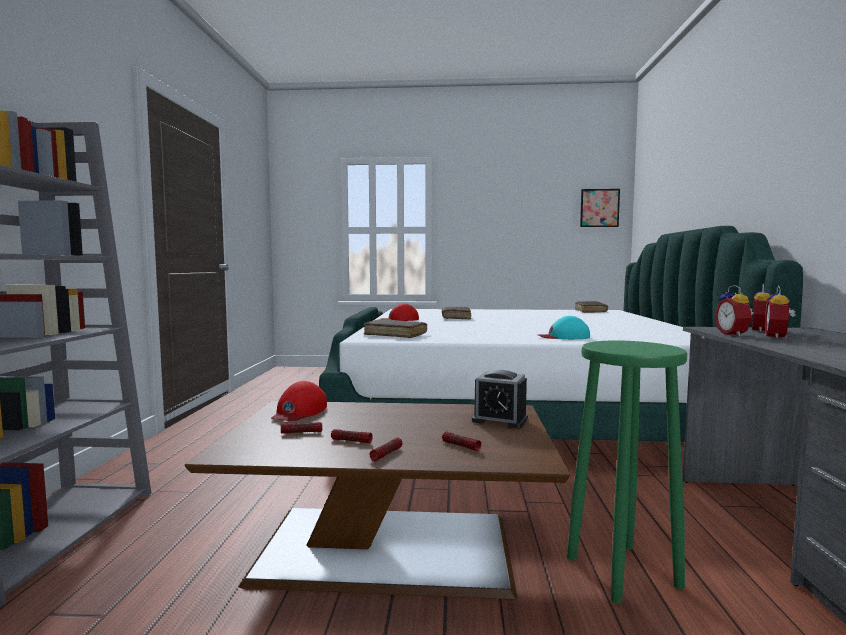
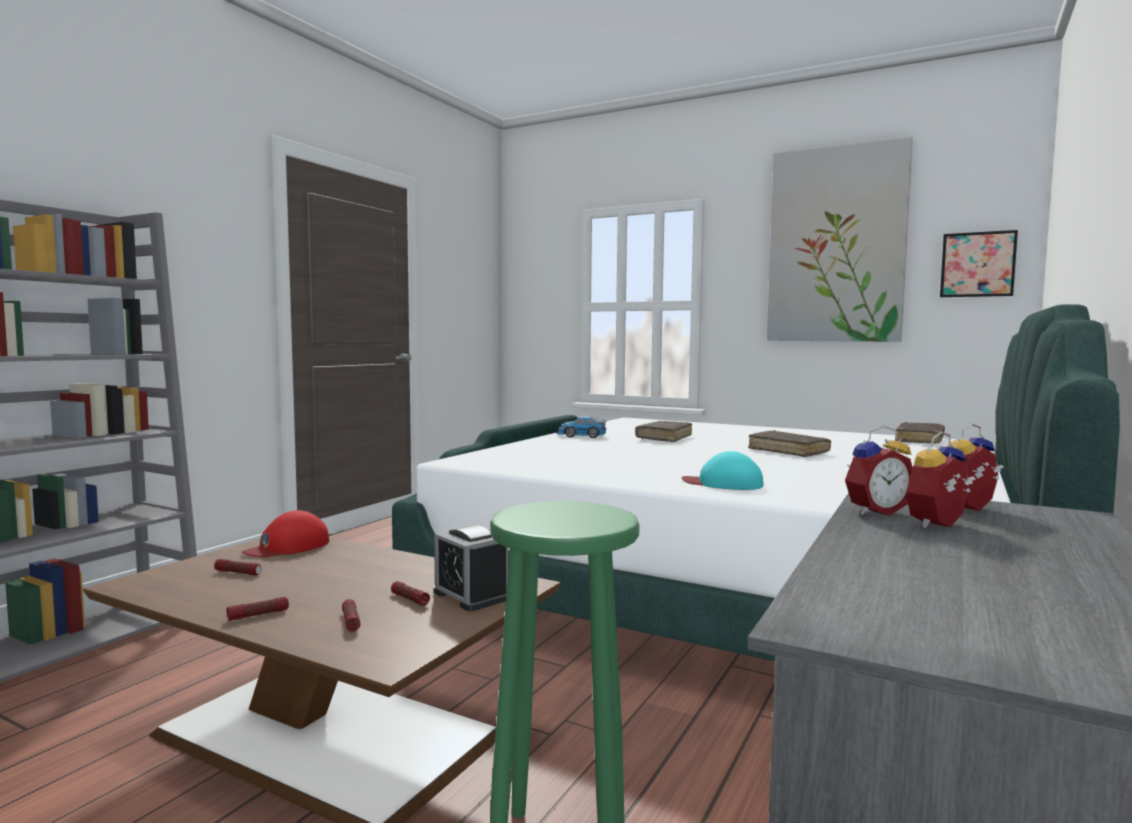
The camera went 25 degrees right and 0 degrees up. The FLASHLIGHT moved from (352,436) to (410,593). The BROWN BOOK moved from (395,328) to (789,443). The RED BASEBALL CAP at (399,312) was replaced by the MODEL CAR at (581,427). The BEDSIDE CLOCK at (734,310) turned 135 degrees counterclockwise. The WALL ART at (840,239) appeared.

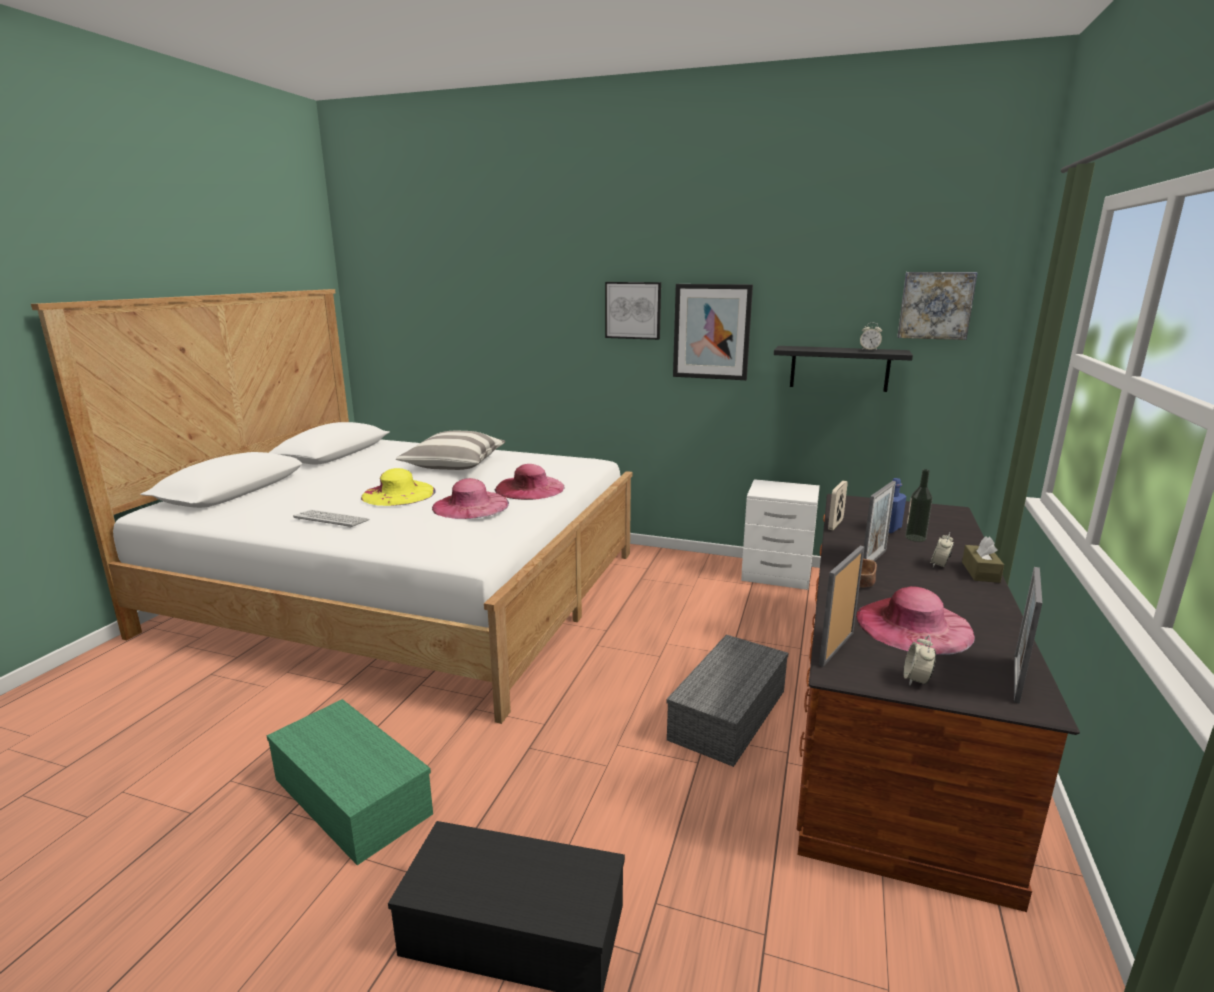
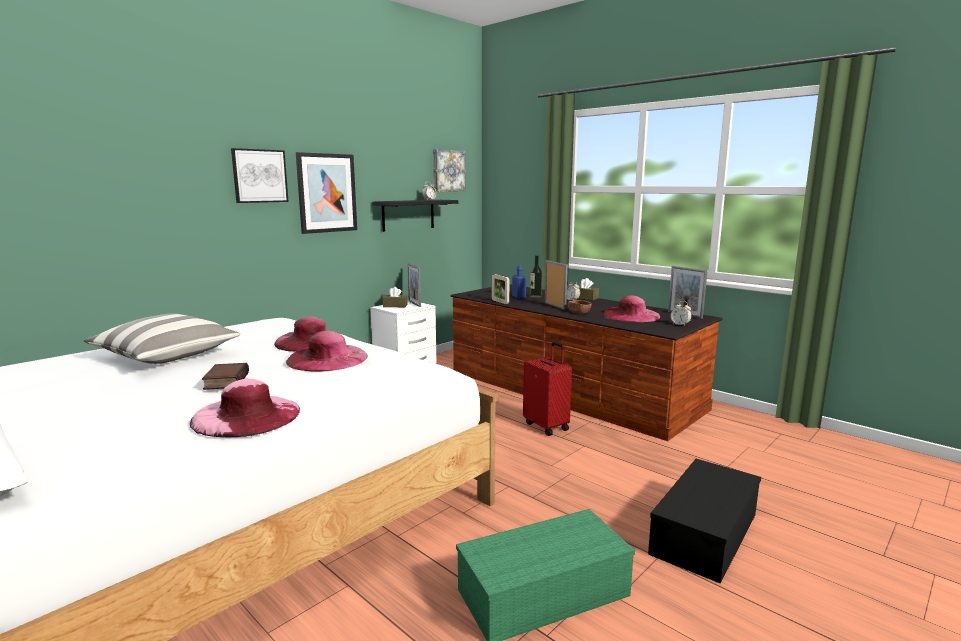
The camera went 65 degrees left and 5 degrees down. The COMPUTER KEYBOARD at (331,519) was replaced by the PINK CLOTHING HAT at (245,408). The YELLOWISH CLOTHING HAT at (398,487) was replaced by the BOOK at (225,376). The GRAY STORAGE BIN at (727,701) was replaced by the RED SUITCASE at (547,389). The PHOTO FRAME moved from (842,606) to (414,285). The BROWN TISSUE BOX at (395,297) appeared.

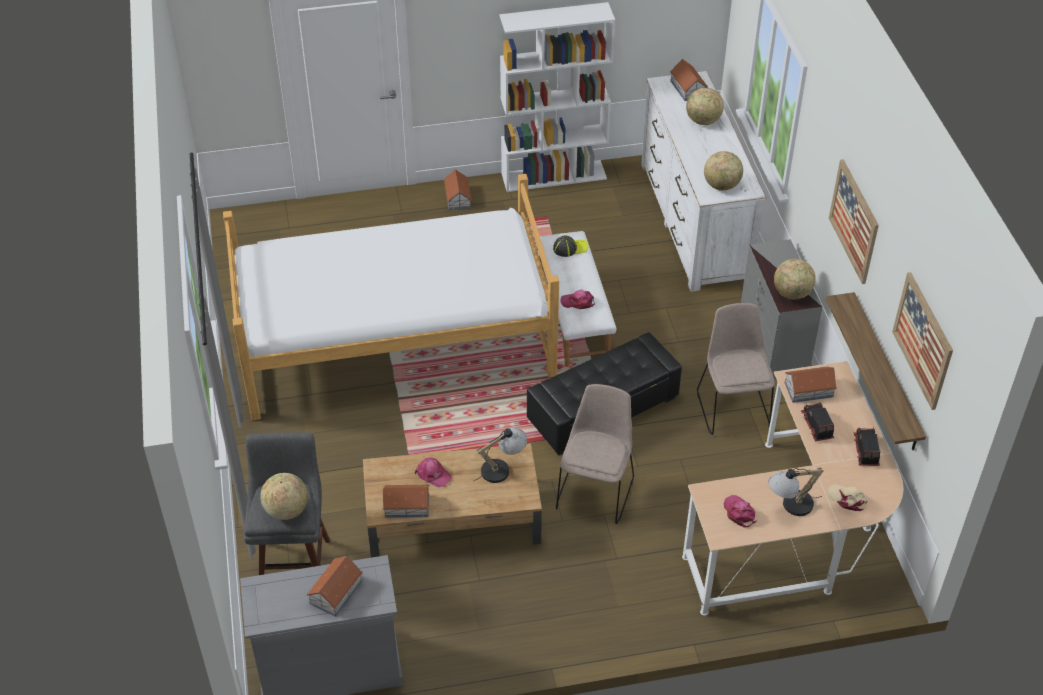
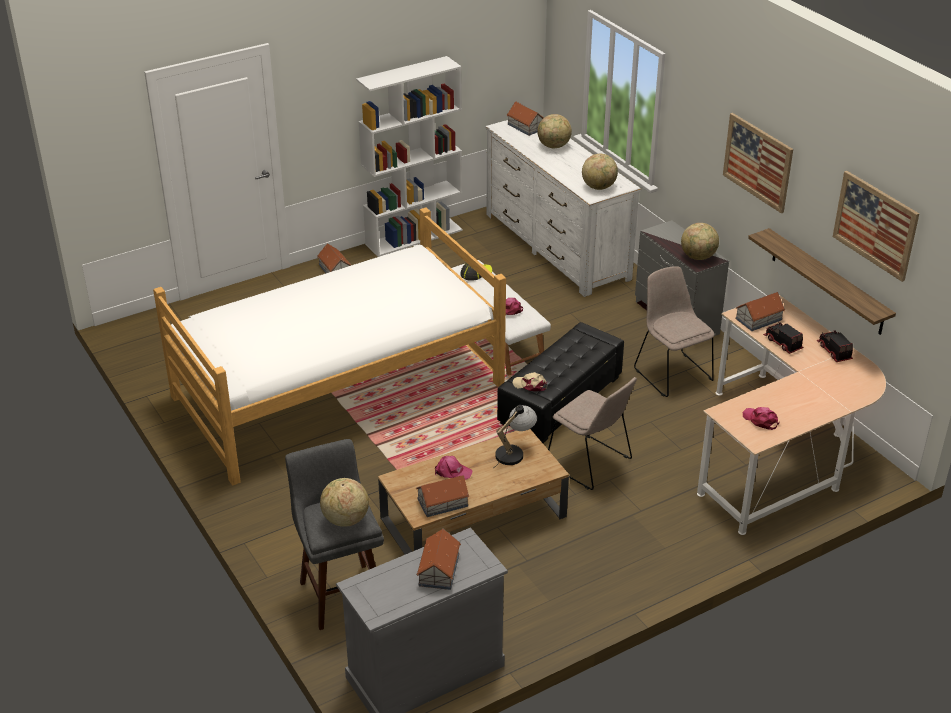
The camera went 20 degrees left and 10 degrees down. The BEIGE-COLOURED UPRIGHT CHAIR at (595,454) turned 135 degrees clockwise. The TABLETOP LAMP at (795,491) disappeared. The BEIGE-COLOURED BASEBALL CAP moved from (848,497) to (529,381).

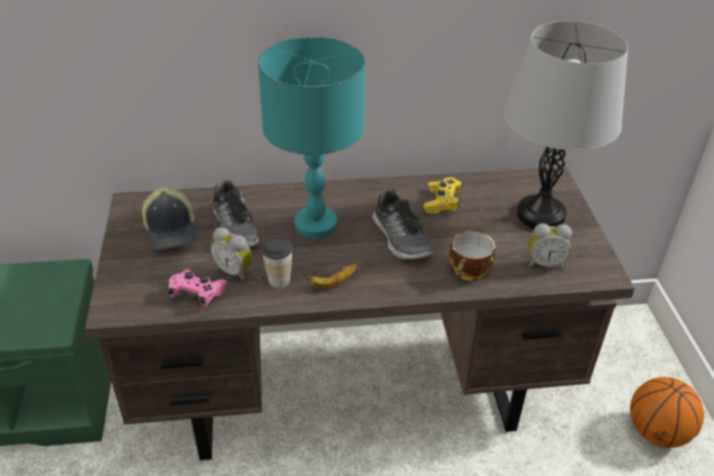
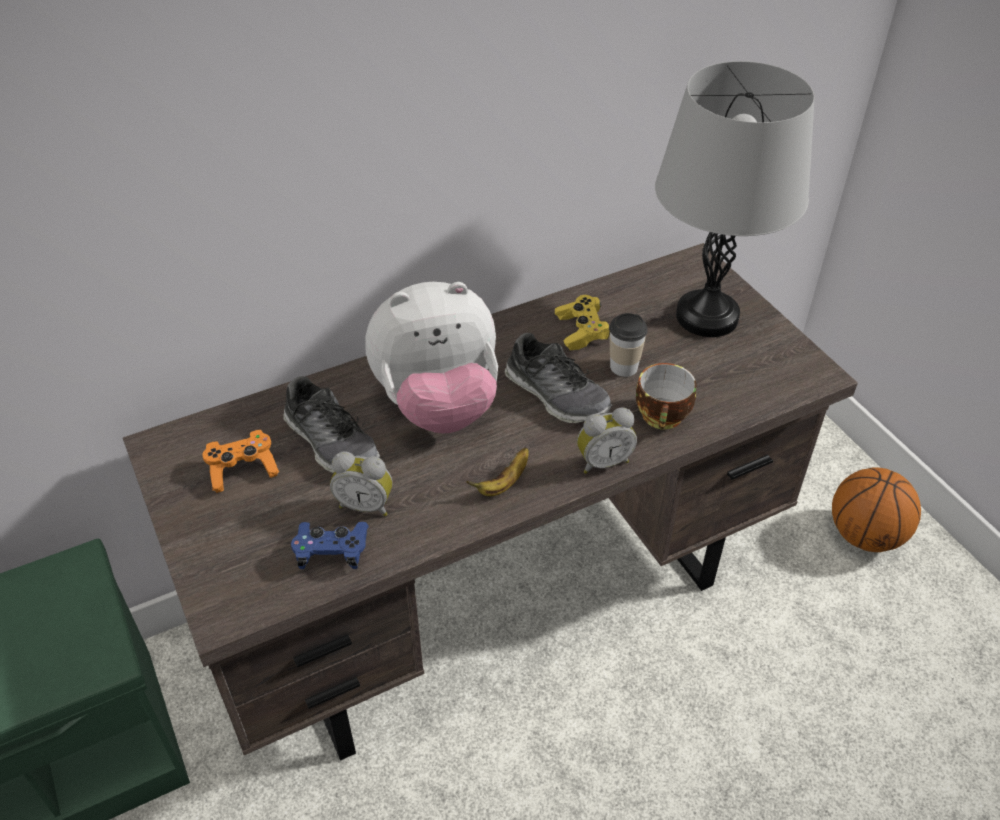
The camera went 20 degrees left and 5 degrees up. The BASEBALL CAP at (169,219) was replaced by the ORANGE-COLOURED GAMEPAD at (240,461). The PINK GAMEPAD at (198,288) became the BLUISH GAMEPAD at (330,545). The TURQUOISE TABLETOP LAMP at (311,137) was replaced by the CUDDLY TOY at (431,357). The SMALL CUP moved from (277,262) to (628,345). The BEDSIDE CLOCK moved from (550,246) to (607,440).

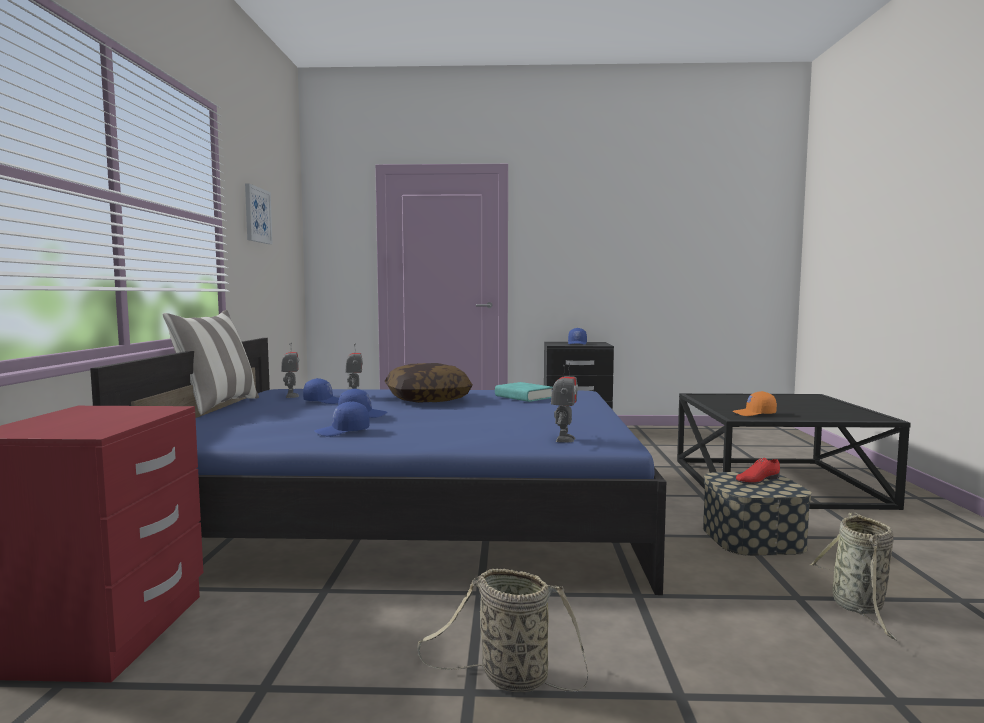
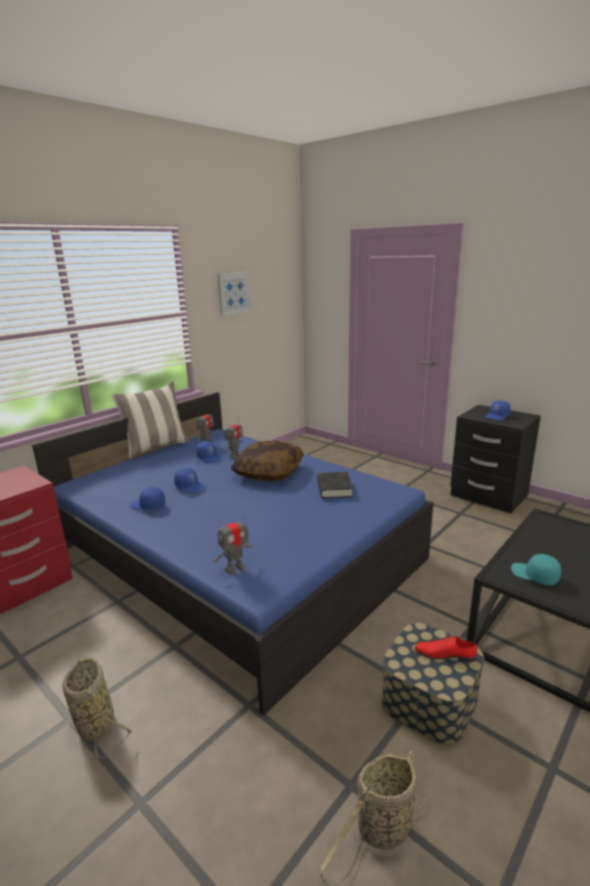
The camera went 40 degrees right and 15 degrees up. The TURQUOISE BOOK at (524,392) became the BLACK BOOK at (335,485). The ORANGE-COLOURED BASEBALL CAP at (755,403) became the TURQUOISE BASEBALL CAP at (536,569).

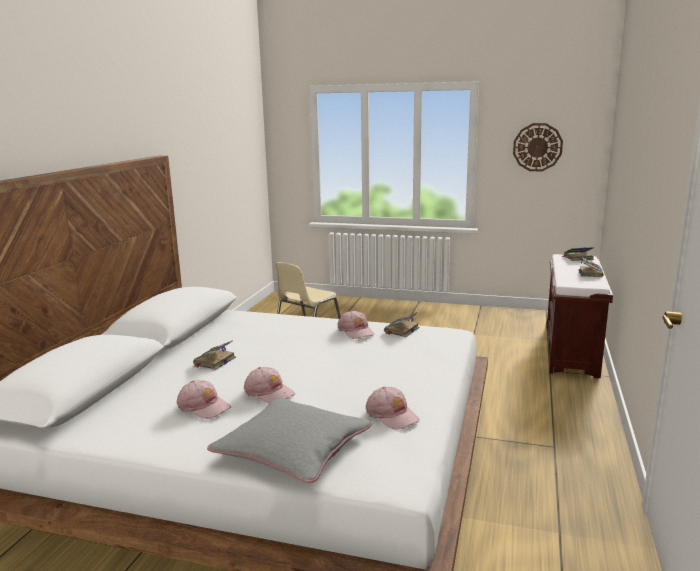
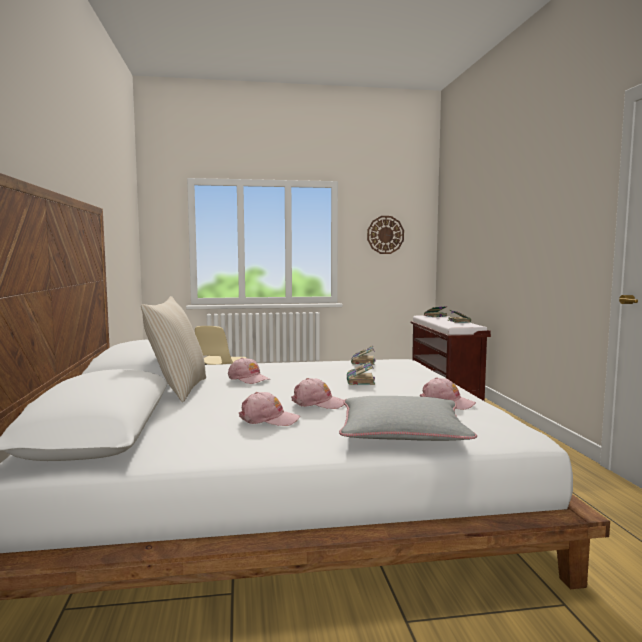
The camera went 25 degrees left and 10 degrees down. The BOOK moved from (214,355) to (361,373). The PINK BASEBALL CAP moved from (356,324) to (249,370). The BEIGE-COLOURED PILLOW at (173,349) appeared.

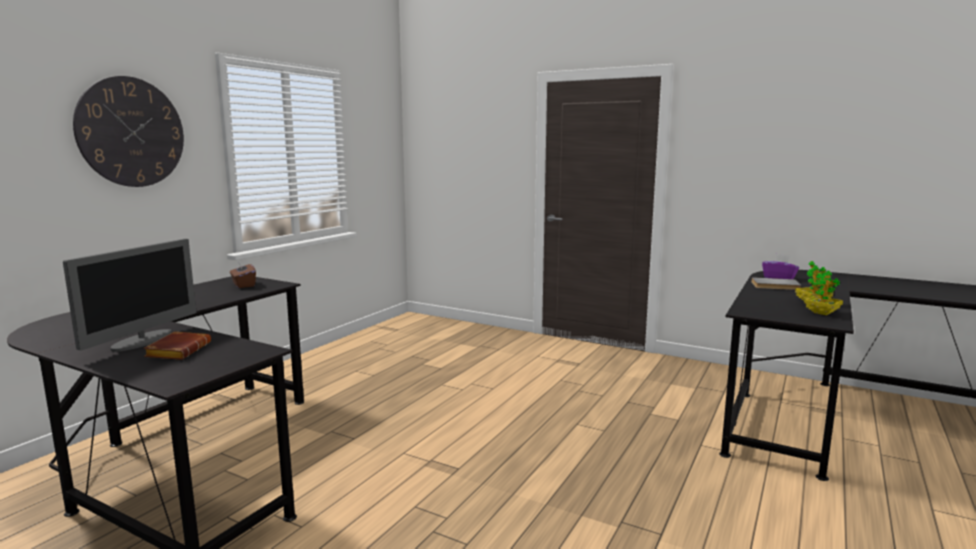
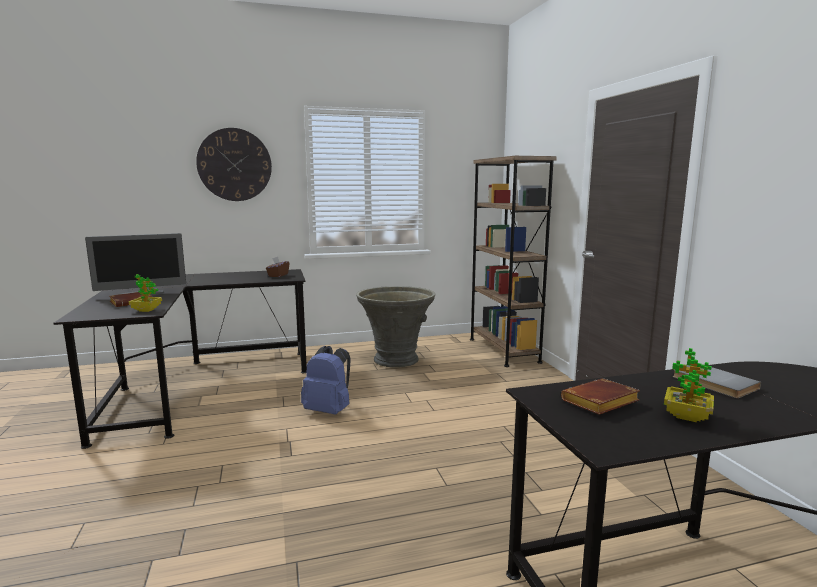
The camera went 45 degrees right and 0 degrees up. The PURPLE-COLOURED TISSUE BOX at (780,266) disappeared. The PLANT IN A POT moved from (823,293) to (145,293). The BLUISH KNAPSACK at (326,380) appeared. The GRAY PLANTER at (395,327) appeared. The BROWN BOOKCASE at (513,261) appeared. The BROWN BOOK at (600,396) appeared.

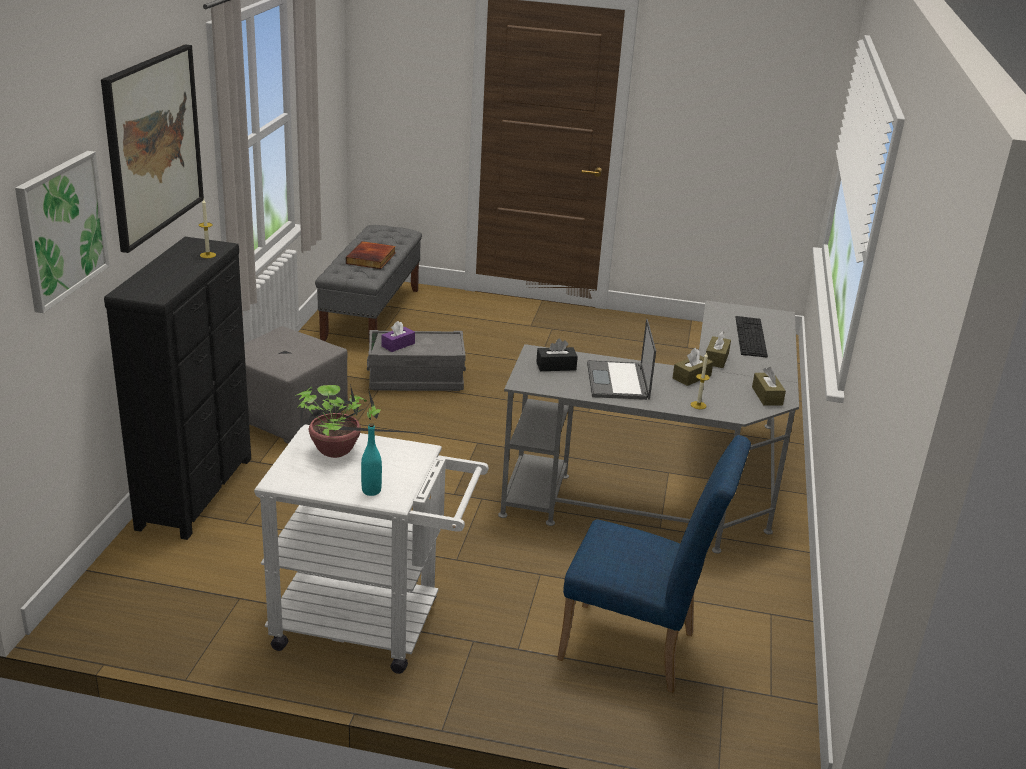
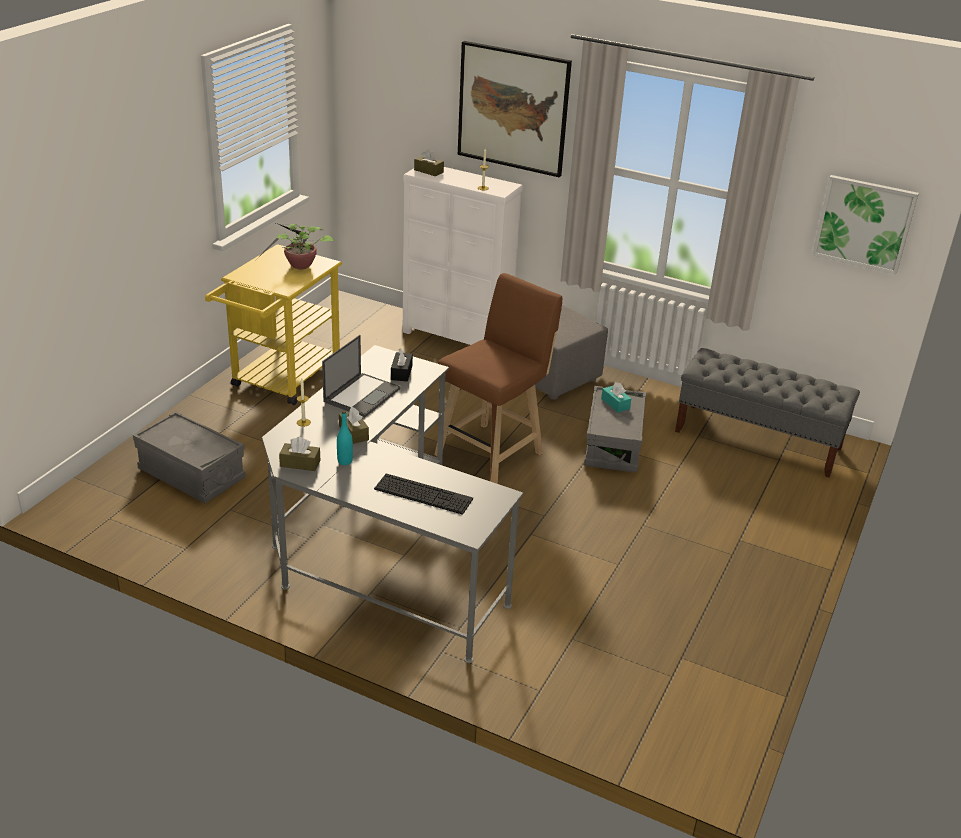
The camera went 105 degrees right and 5 degrees up. The WALL ART moved from (62,232) to (865,224). The BLACK CHEST OF DRAWERS at (177,388) became the WHITISH CHEST OF DRAWERS at (463,256). The WHITISH TROLLEY at (371,549) became the YELLOWISH TROLLEY at (273,324). The BOOK at (371,255) disappeared. The TURQUOISE DRINK BOTTLE moved from (371,459) to (345,438). The PURPLE-COLOURED TISSUE BOX at (398,336) became the TURQUOISE TISSUE BOX at (616,397). The BLUISH UPRIGHT CHAIR at (654,564) was replaced by the GRAY STORAGE BIN at (189,457). The NOTEBOOK COMPUTER at (621,359) turned 105 degrees clockwise. The BROWN TISSUE BOX moved from (718,349) to (429,162). The BROWN SITTING STOOL at (498,378) appeared.

